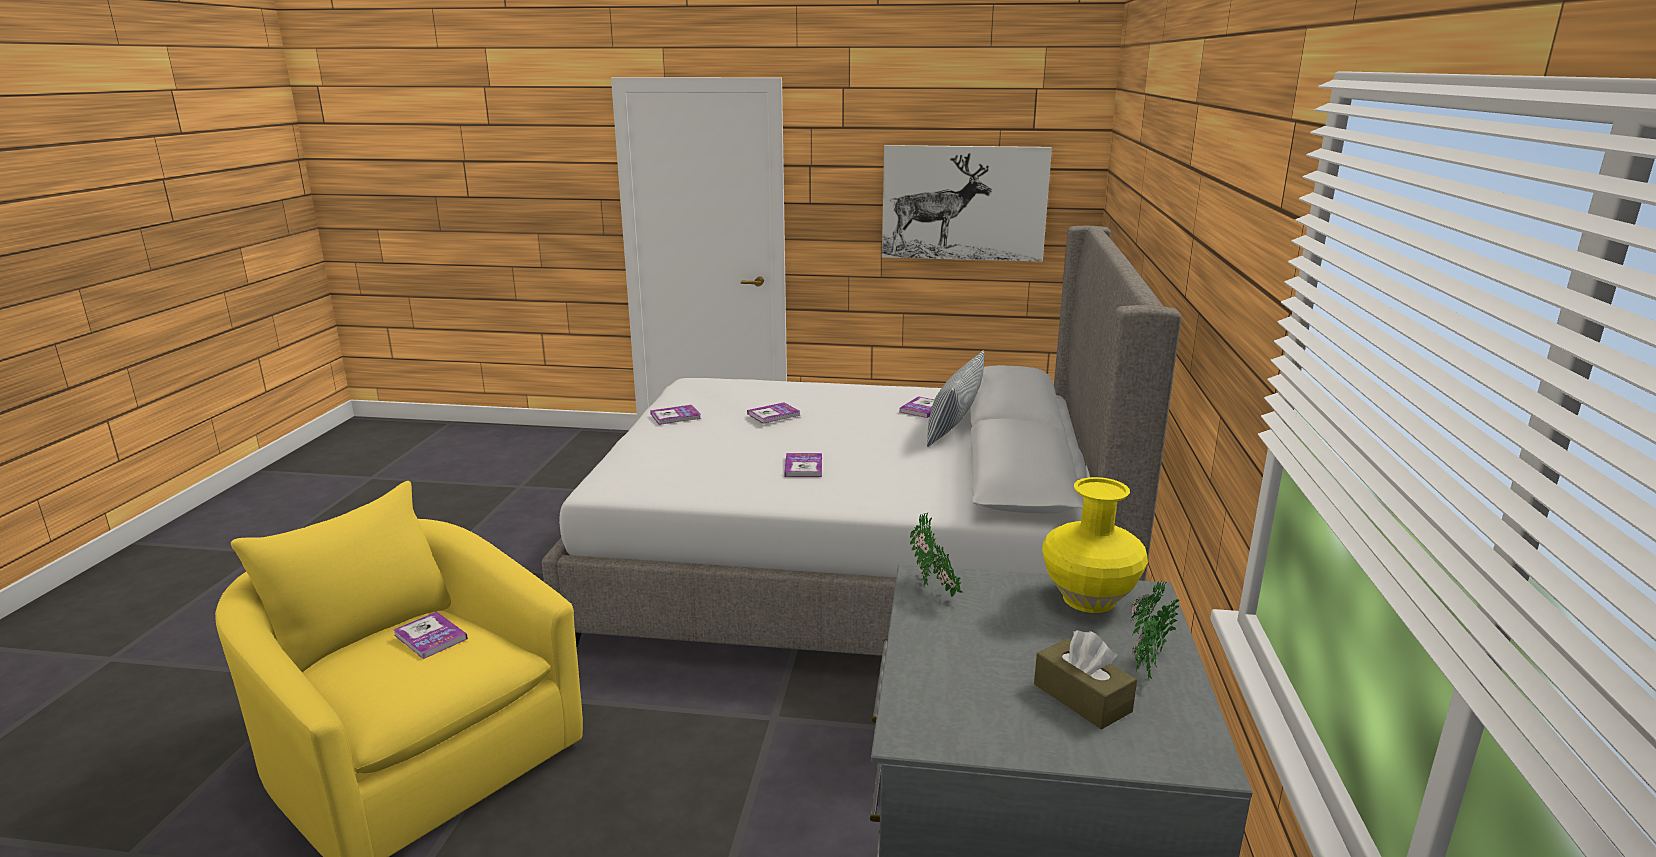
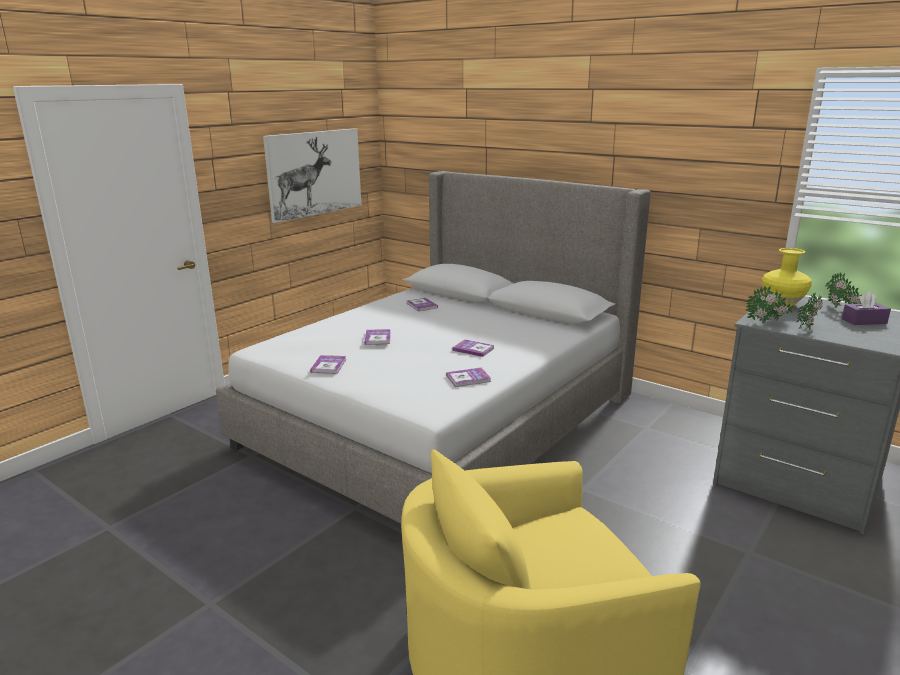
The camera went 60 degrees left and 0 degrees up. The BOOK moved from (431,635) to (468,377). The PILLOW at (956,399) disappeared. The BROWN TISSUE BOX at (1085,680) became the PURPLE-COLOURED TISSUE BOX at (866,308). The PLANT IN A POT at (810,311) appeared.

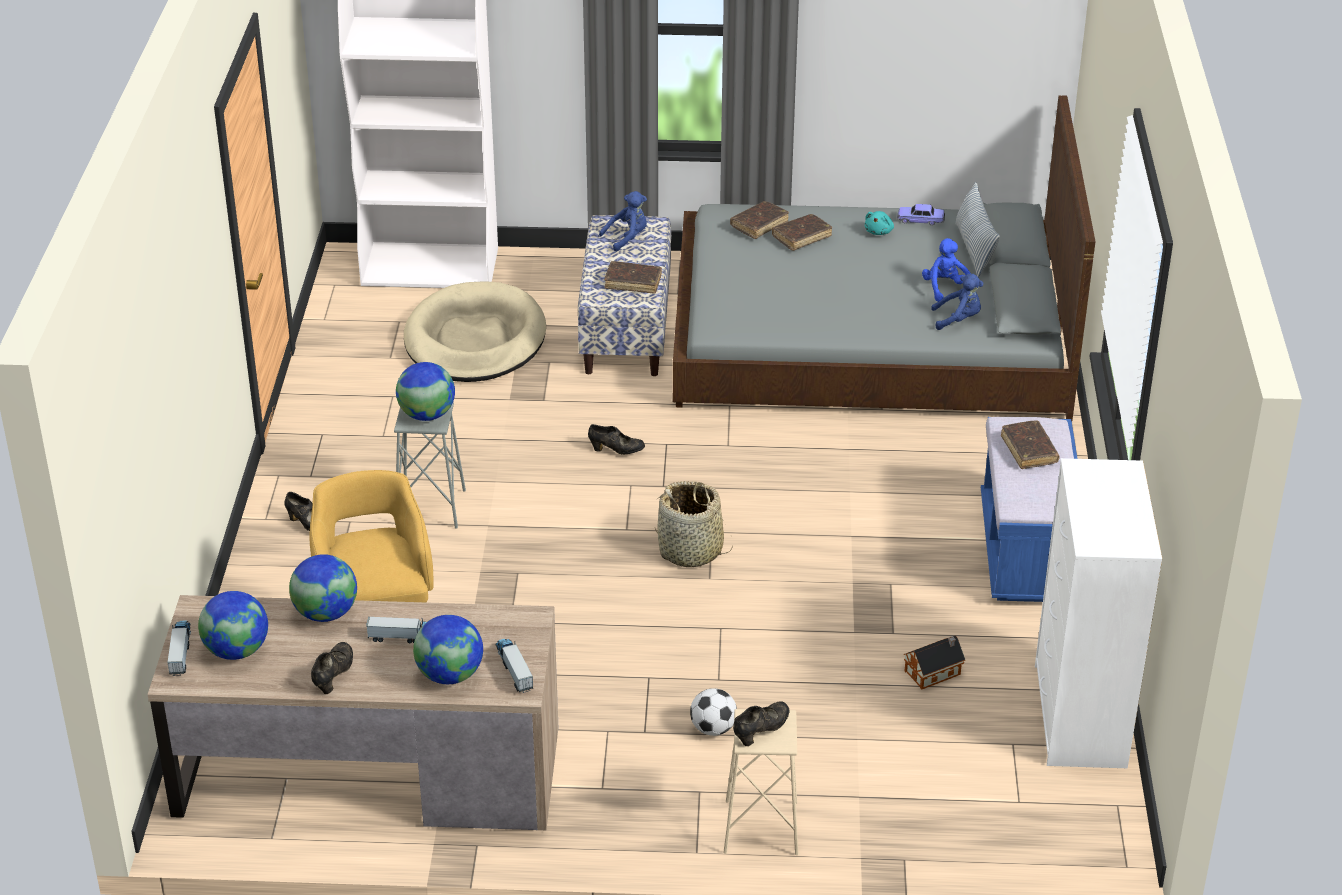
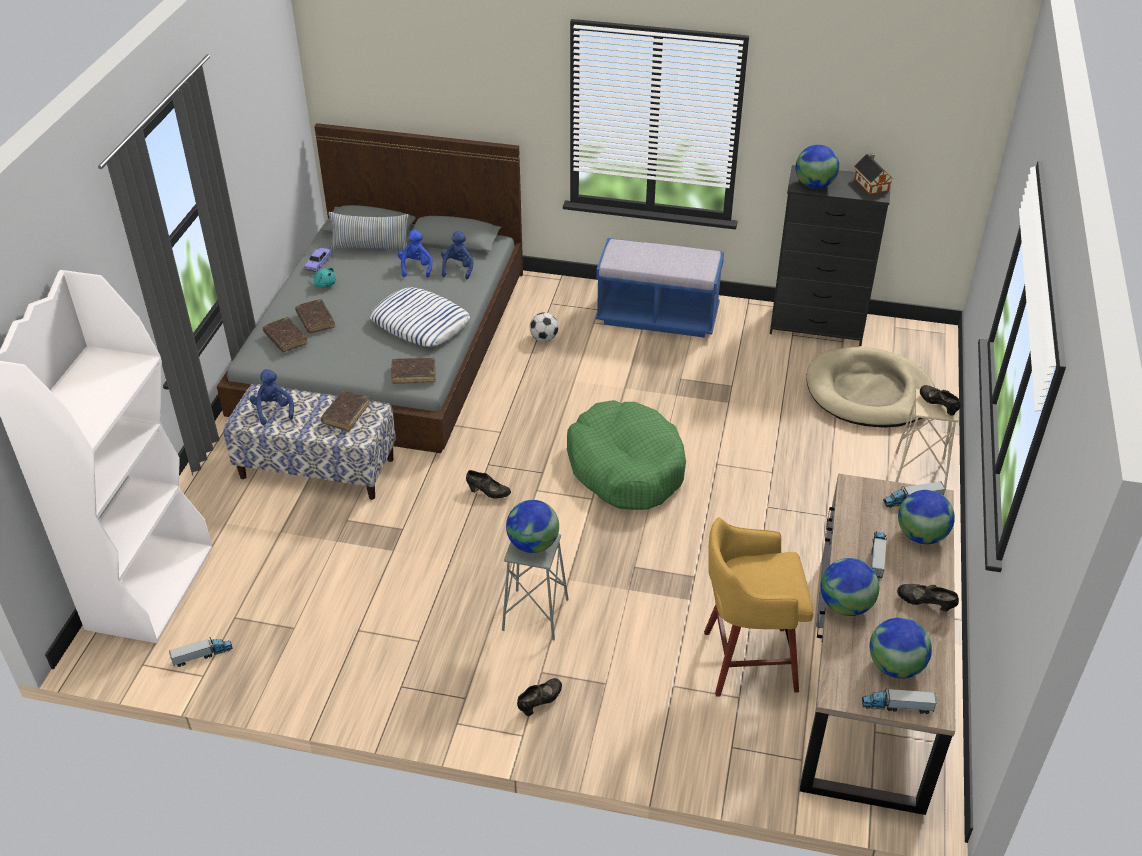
The camera went 80 degrees left and 5 degrees up. The BEIGE-COLOURED DOG CUSHION moved from (475,331) to (870,387). The BLACK ITEM OF FOOTWEAR at (616,439) turned 90 degrees clockwise. The BASKET at (694,524) was replaced by the GREEN-COLOURED DOG CUSHION at (626,455). The FOOTBALL BALL moved from (713,712) to (544,327). The MODEL HOUSE moved from (934,663) to (873,174). The BLUISH CUDDLY TOY at (946,270) turned 90 degrees clockwise. The BROWN BOOK moved from (1030,444) to (413,371). The WHITISH CHEST OF DRAWERS at (1098,613) became the BLACK CHEST OF DRAWERS at (830,255). The TOY TRUCK at (201,652) appeared. The PILLOW at (420,317) appeared. The WORLD GLOBE at (817,167) appeared.

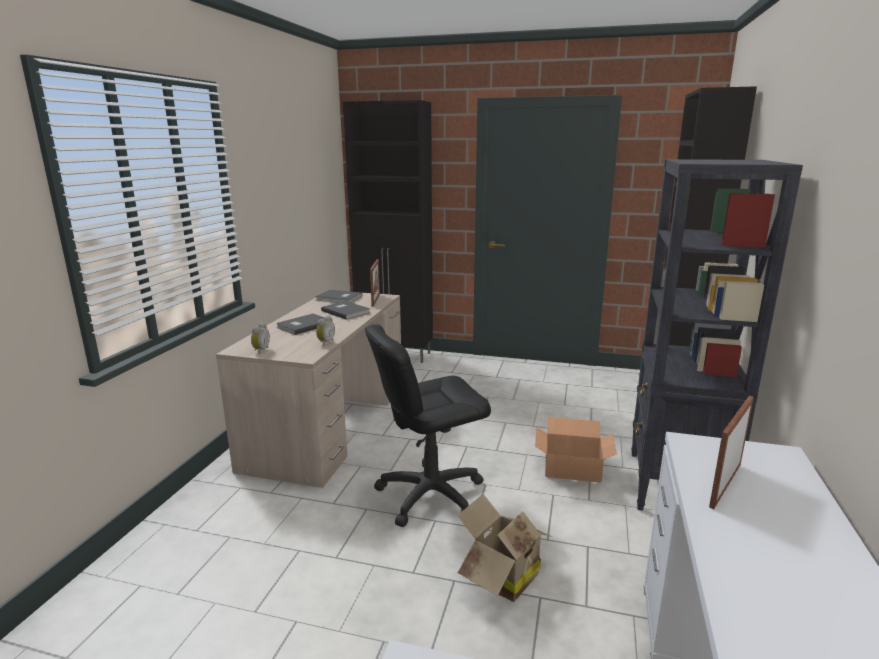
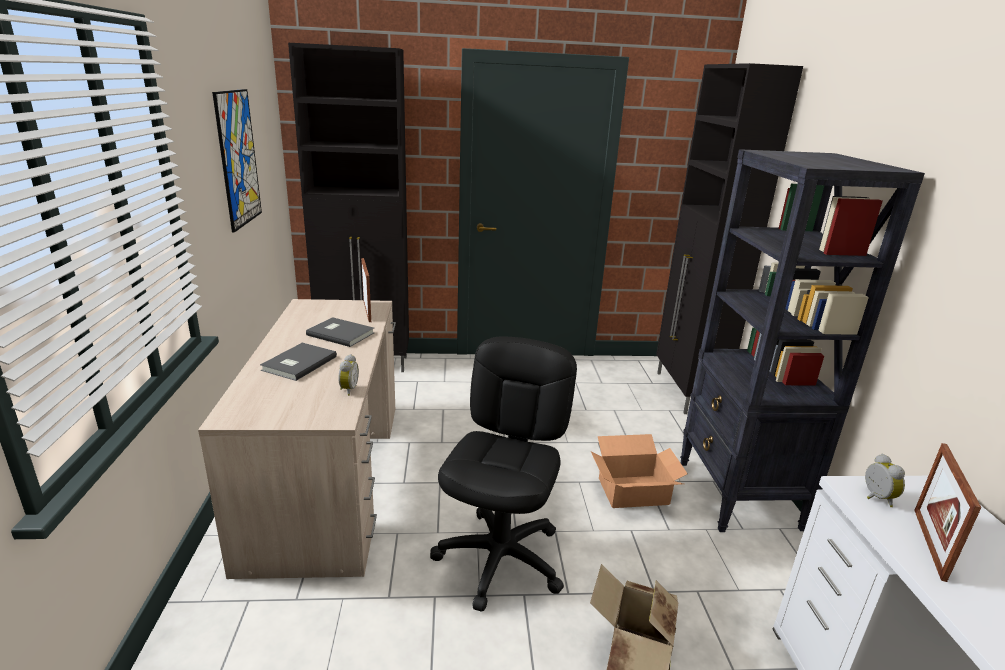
The camera went 20 degrees left and 5 degrees up. The BEDSIDE CLOCK moved from (260,338) to (885,480). The GRAY BOOK at (338,296) disappeared. The BLACK COMPUTER CHAIR at (428,426) turned 150 degrees clockwise. The WALL ART at (237,161) appeared.

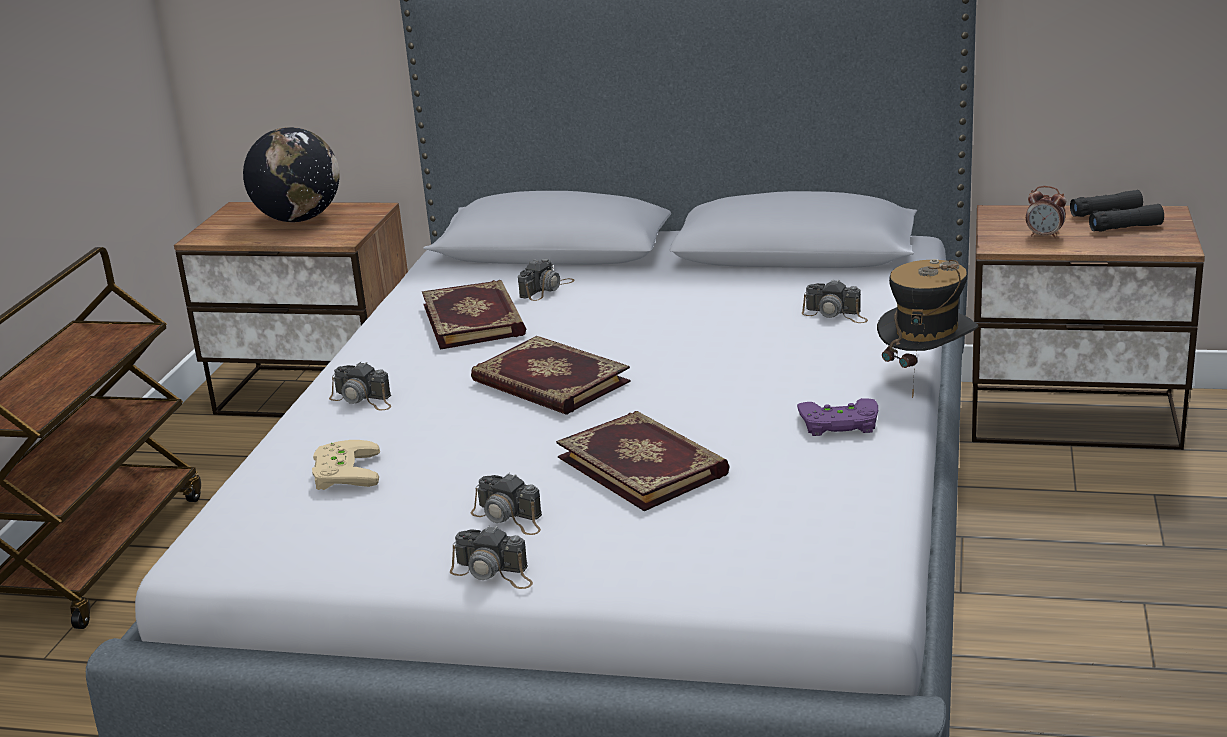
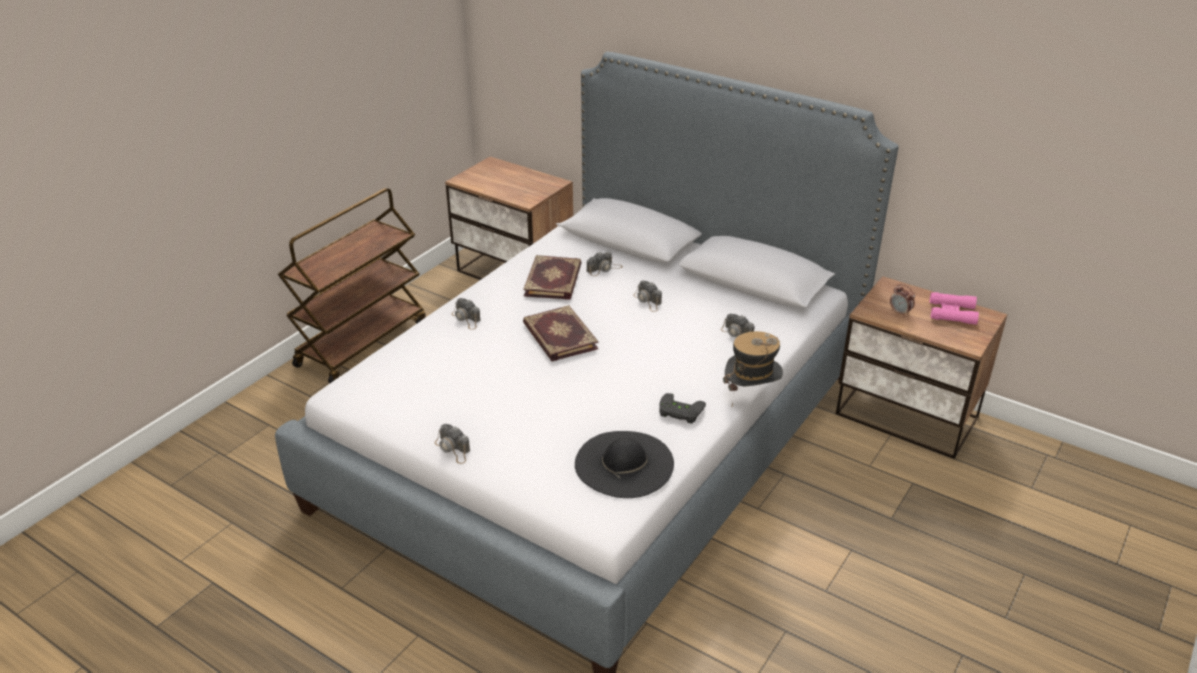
The camera went 20 degrees right and 10 degrees up. The WORLD GLOBE at (291,174) disappeared. The BEIGE-COLOURED GAMEPAD at (346,465) disappeared. The PHOTO CAMERA moved from (506,504) to (647,296). The BOOK at (643,461) disappeared. The PURPLE-COLOURED GAMEPAD at (837,417) became the BLACK GAMEPAD at (682,408). The BLACK BINOCULARS at (1117,211) became the PINK BINOCULARS at (954,308). The BLACK CLOTHING HAT at (624,464) appeared.

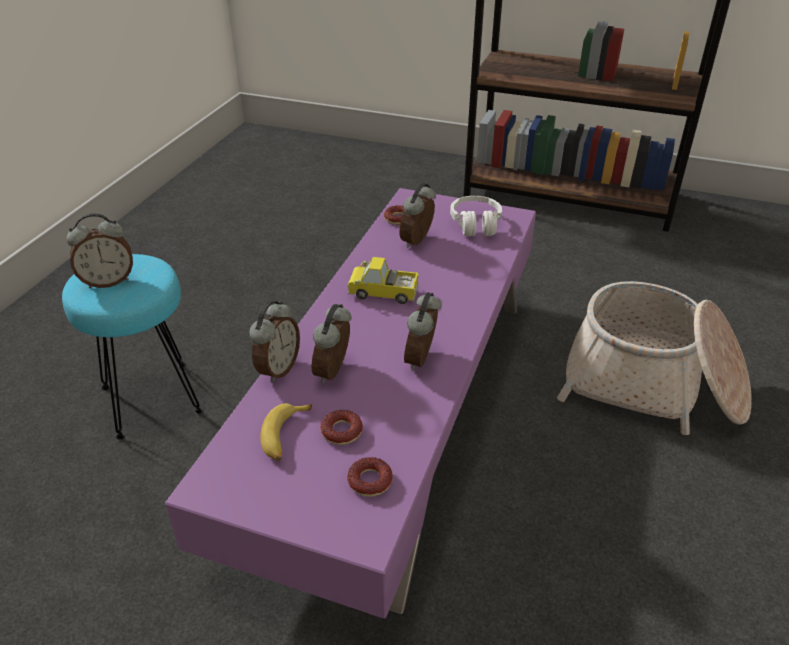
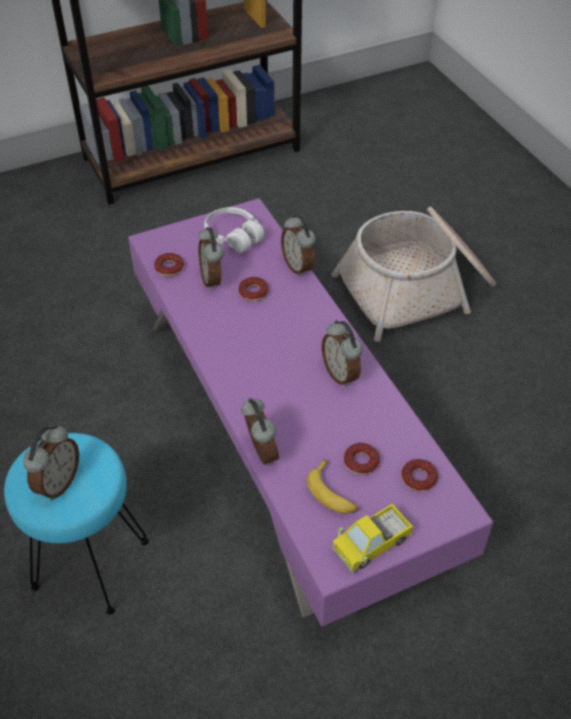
The camera went 45 degrees left and 10 degrees up. The BEDSIDE CLOCK moved from (331,344) to (298,246). The TOY TRUCK moved from (383,280) to (373,539). The RING DOUGHNUT at (254,289) appeared.

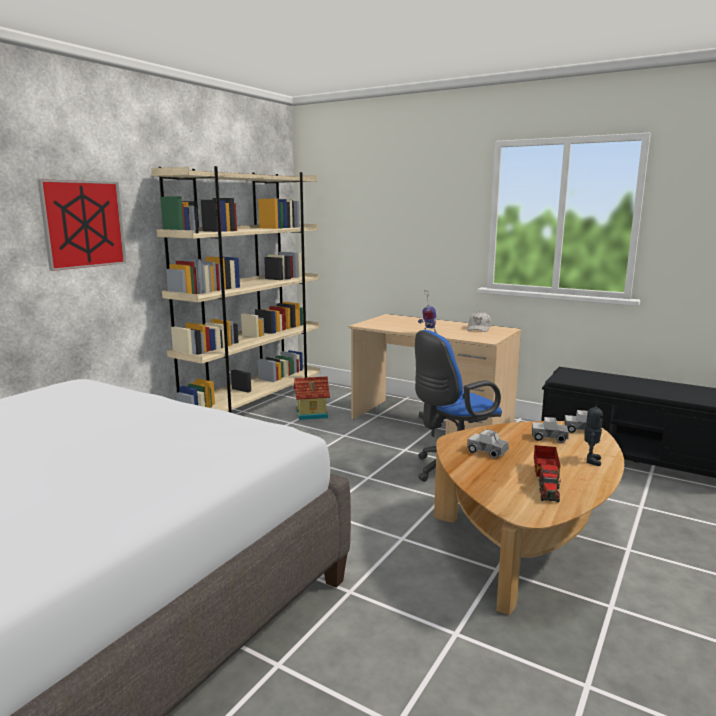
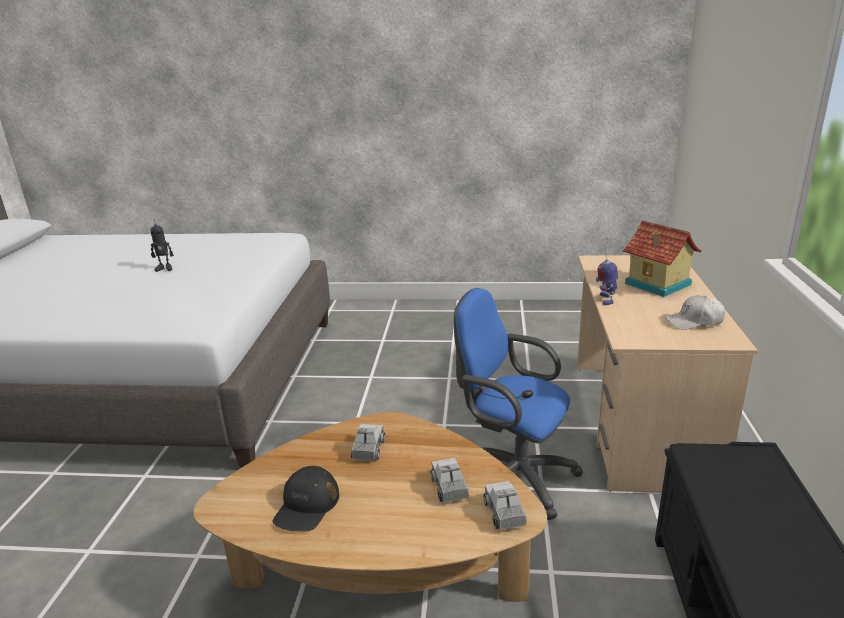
The camera went 65 degrees right and 10 degrees up. The WALL ART at (82,225) disappeared. The BEIGE-COLOURED BOOKCASE at (235,289) disappeared. The MODEL HOUSE moved from (312,398) to (662,259). The TOY TRUCK at (547,474) was replaced by the BLACK BASEBALL CAP at (305,498). The TOY ROBOT moved from (593,432) to (162,246).

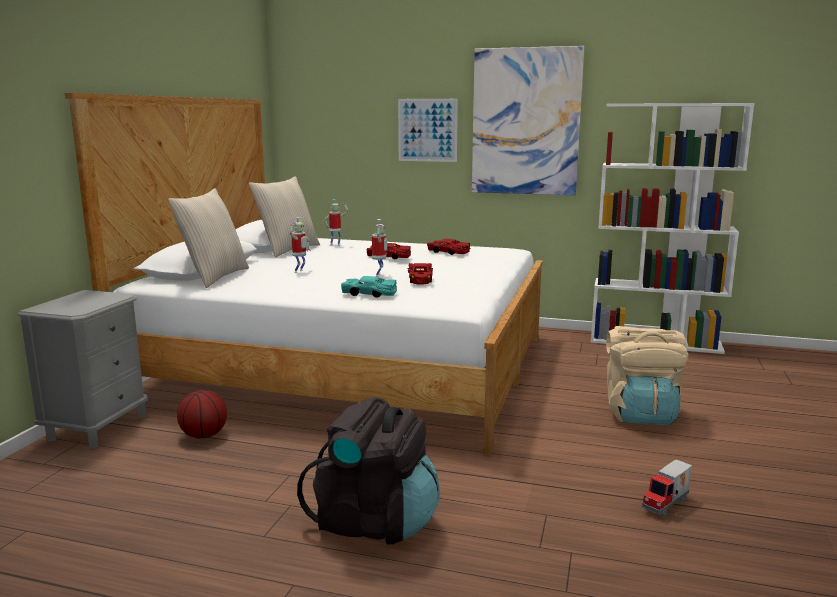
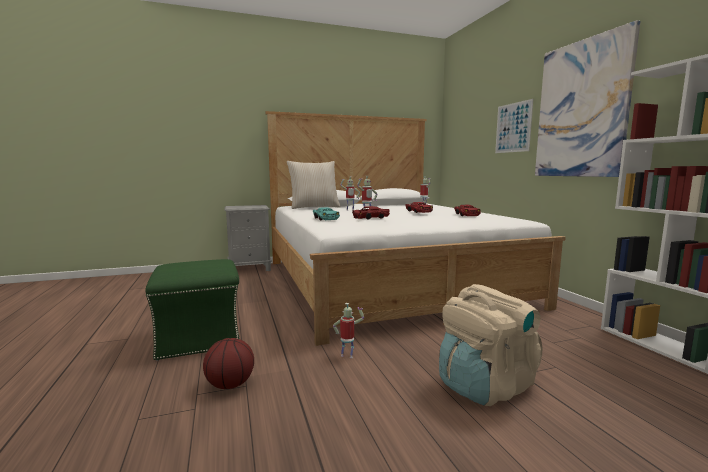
The camera went 55 degrees right and 5 degrees down. The BALL FOR BASKETBALL moved from (202,414) to (228,363). The BEIGE-COLOURED PILLOW at (284,216) disappeared. The BLACK KNAPSACK at (368,470) was replaced by the GREEN-COLOURED OTTOMAN at (192,309). The TOY TRUCK at (667,488) disappeared. The TOY ROBOT at (348,330) appeared.

